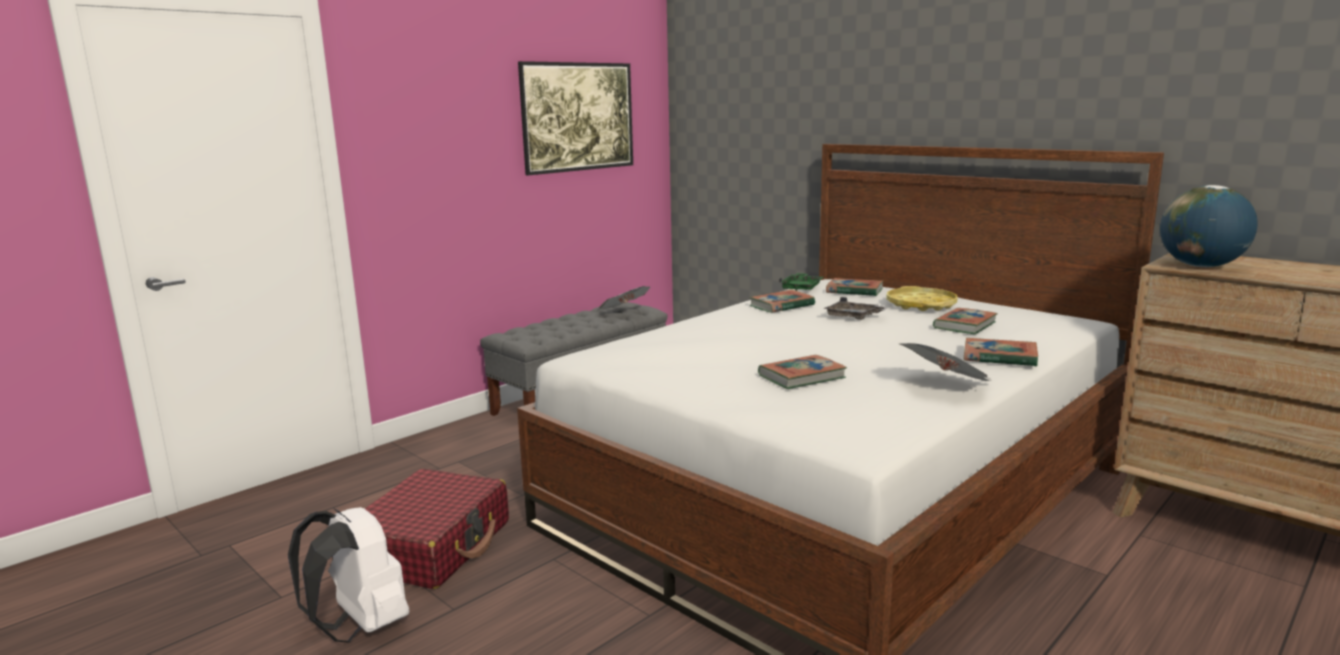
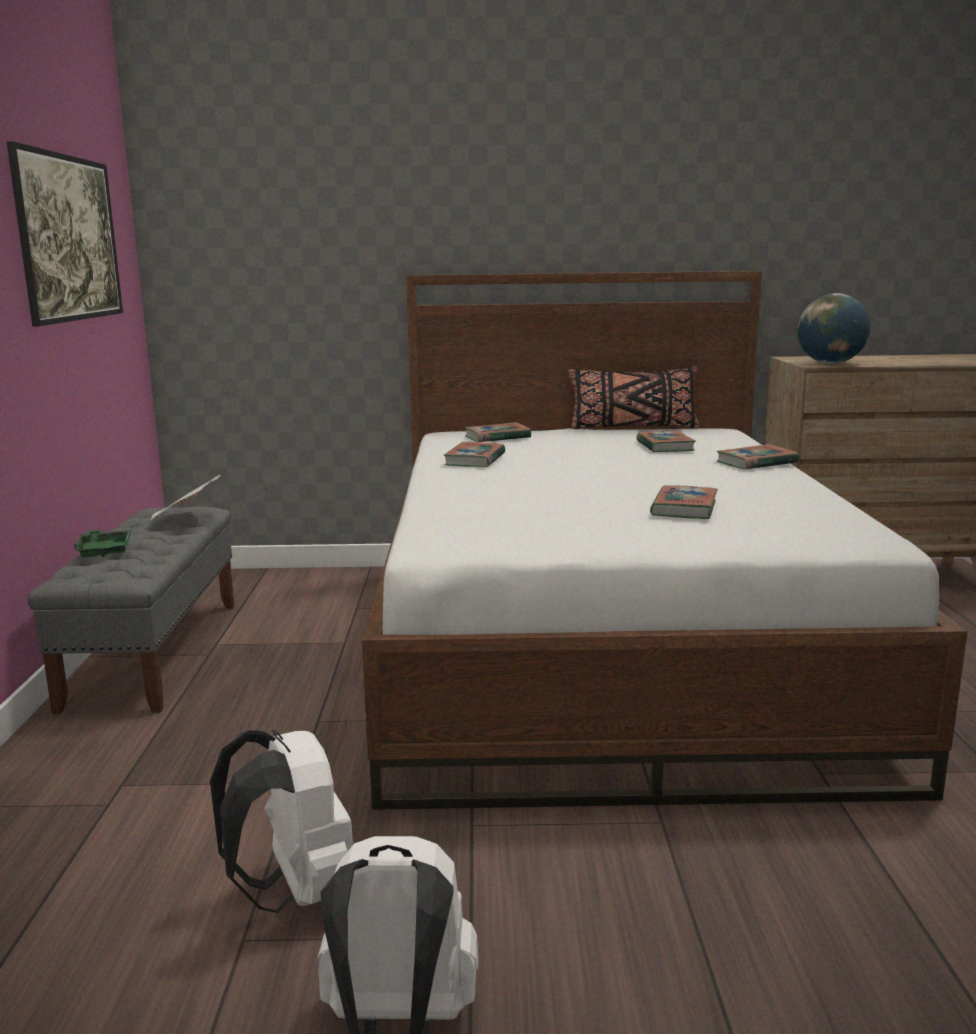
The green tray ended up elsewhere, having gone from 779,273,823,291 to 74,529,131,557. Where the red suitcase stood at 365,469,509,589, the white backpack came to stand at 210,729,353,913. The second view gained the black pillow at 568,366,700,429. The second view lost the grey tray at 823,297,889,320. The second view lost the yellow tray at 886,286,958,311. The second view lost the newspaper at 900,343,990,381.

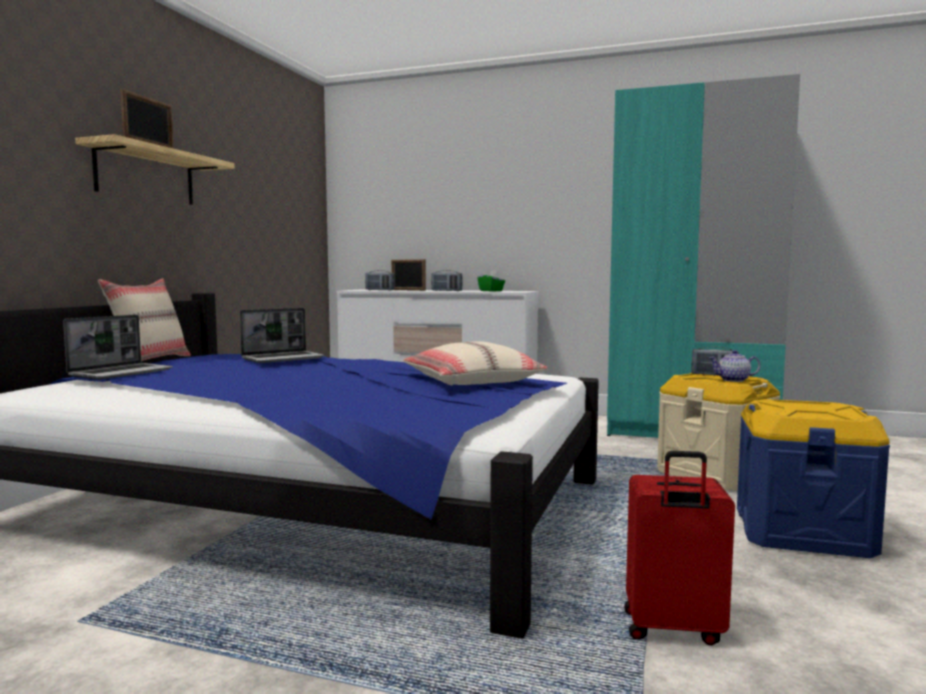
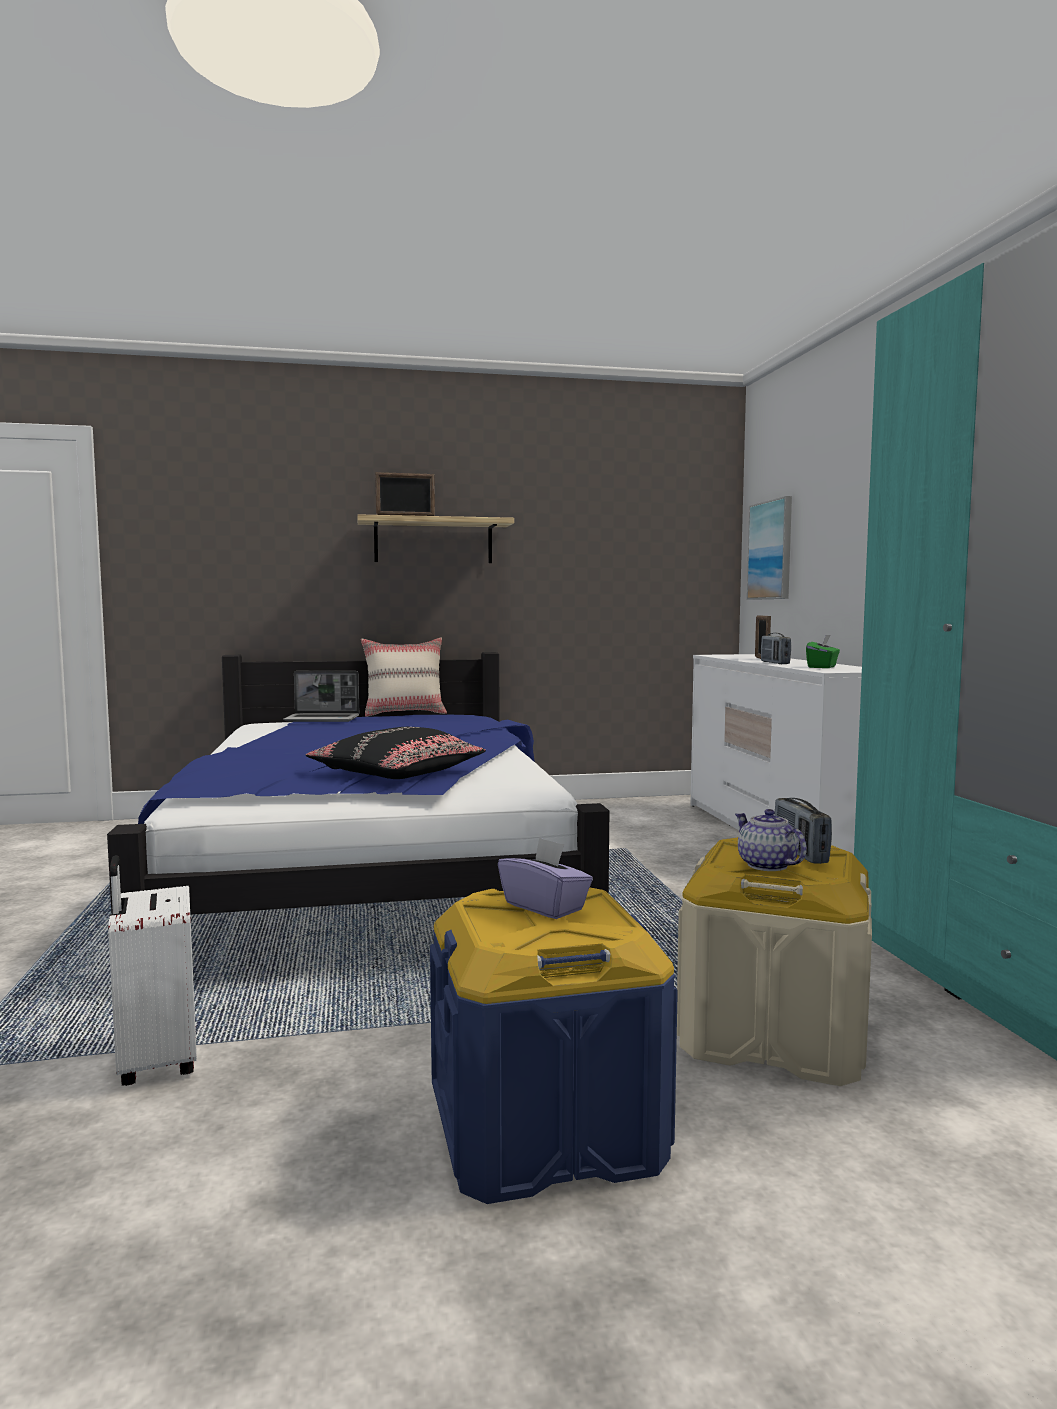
What was the red suitcase at 624,451,735,646 turned into the white suitcase at 108,855,197,1086. What was the beige pillow at 403,341,548,386 turned into the black pillow at 306,727,486,779. The second view gained the purple tissue box at 498,837,593,919. The second view gained the picture at 747,496,792,600. The second view lost the laptop at 240,308,325,363. The second view lost the radio at 365,270,395,291.

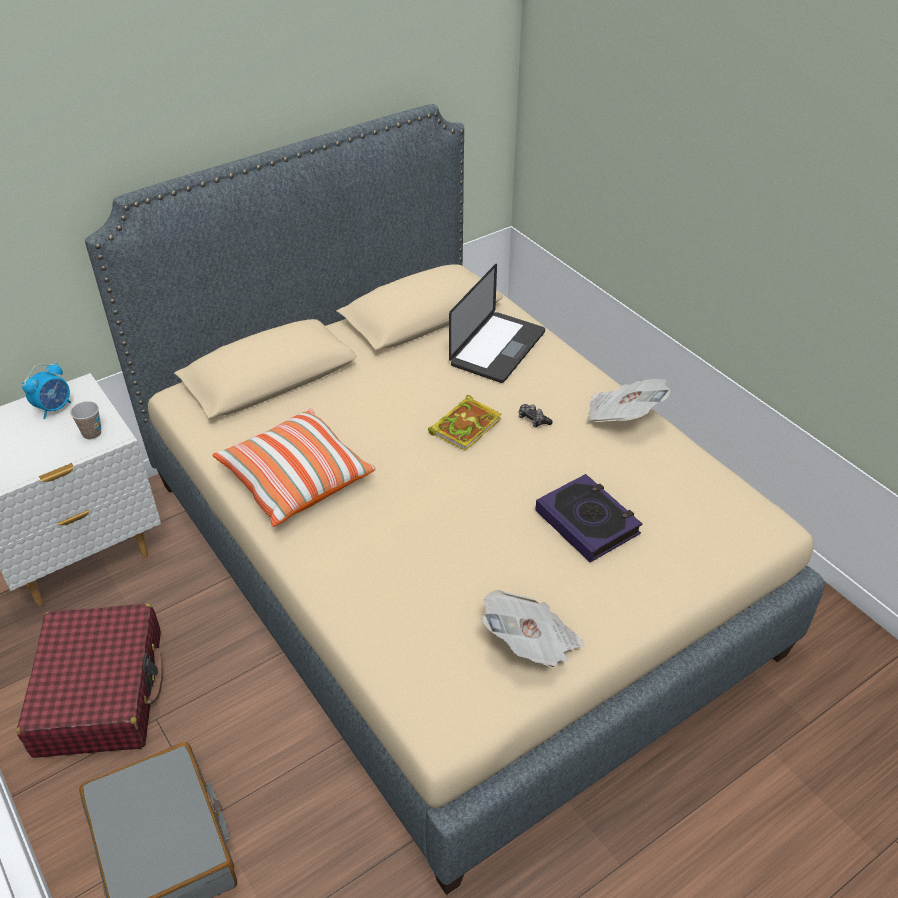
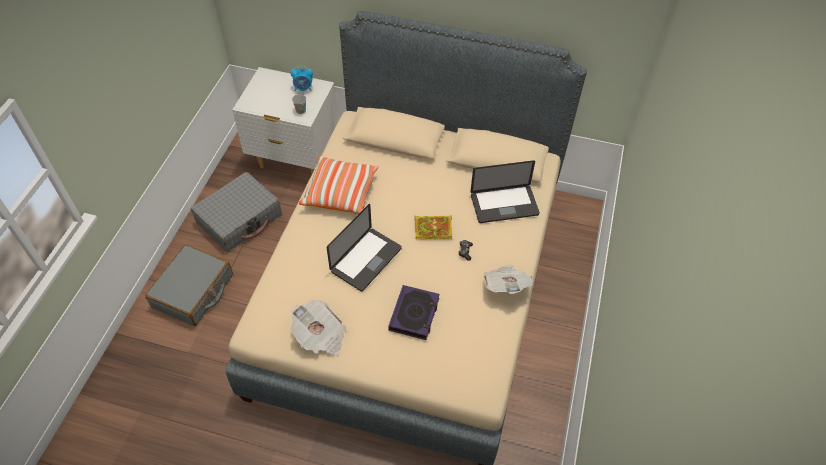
What was the red suitcase at 17,603,163,758 turned into the grey suitcase at 191,172,282,252. The second view gained the laptop at 327,204,402,291.

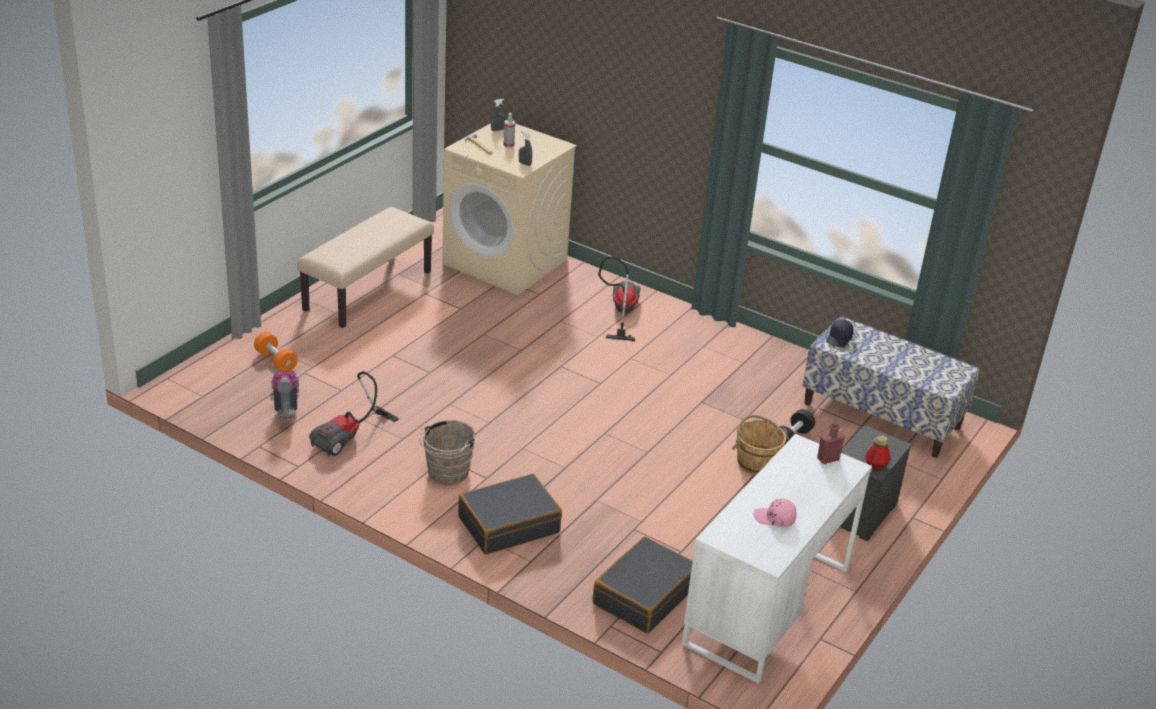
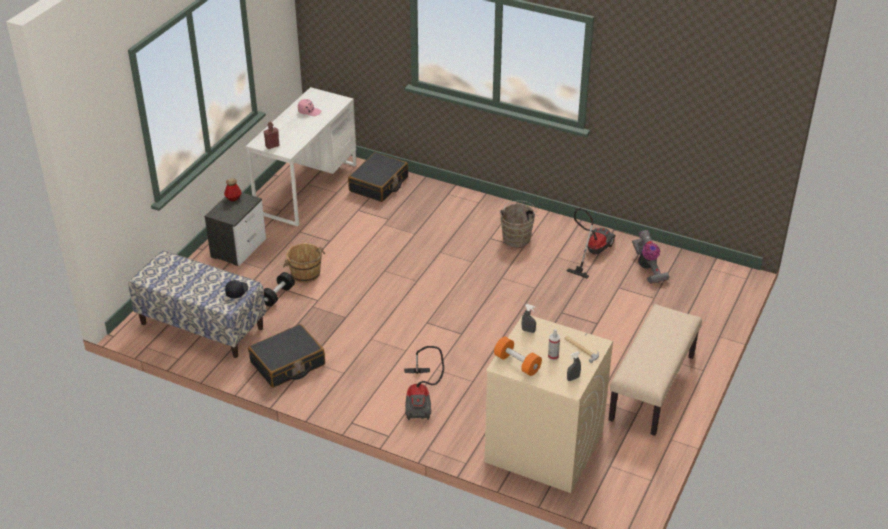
The black suitcase ended up elsewhere, having gone from 458,474,562,554 to 248,324,325,388. The orange dumbbell ended up elsewhere, having gone from 254,332,298,372 to 494,337,542,376.

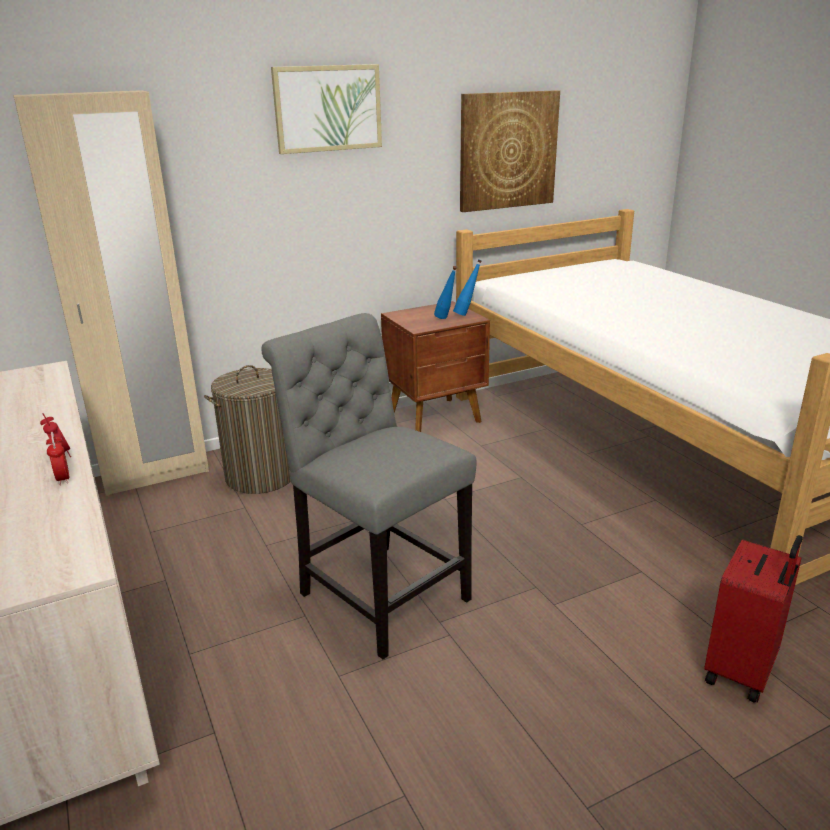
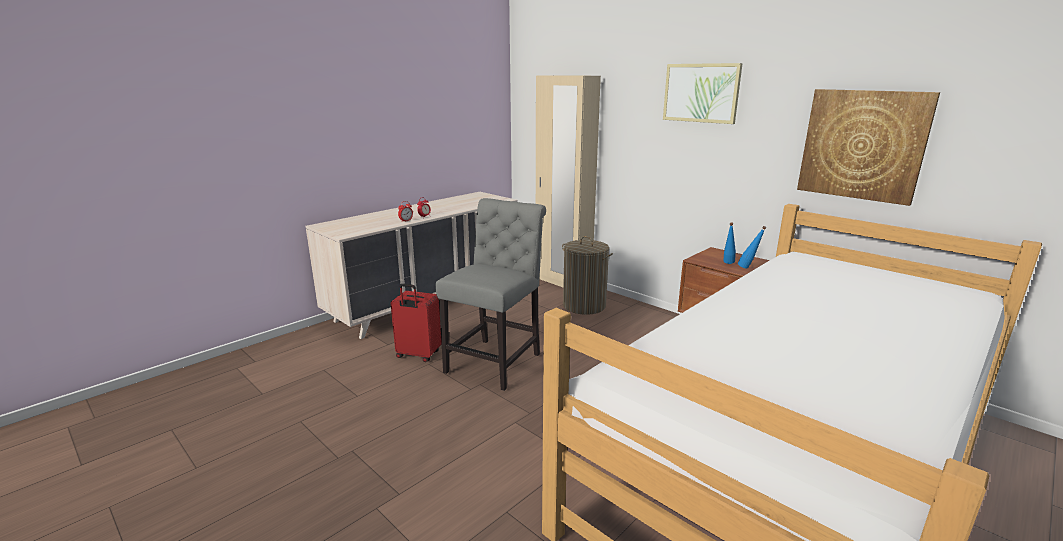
The red suitcase ended up elsewhere, having gone from 705,535,803,703 to 391,284,442,362.

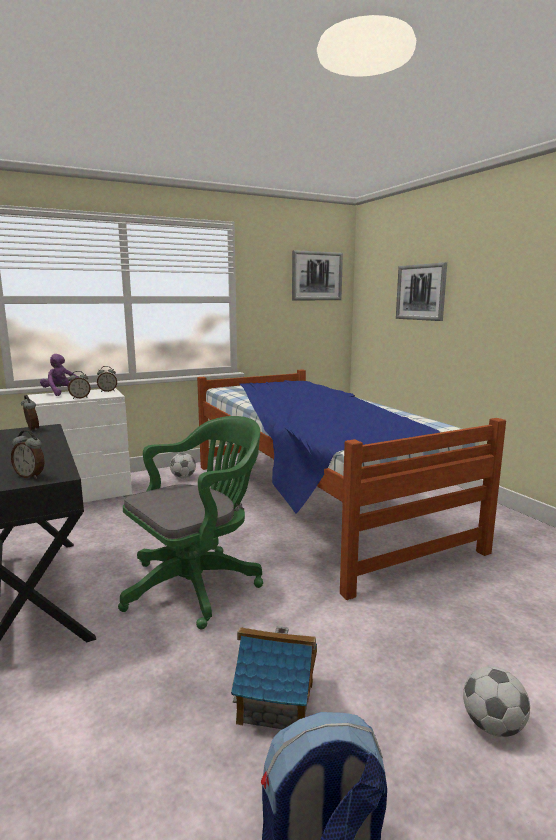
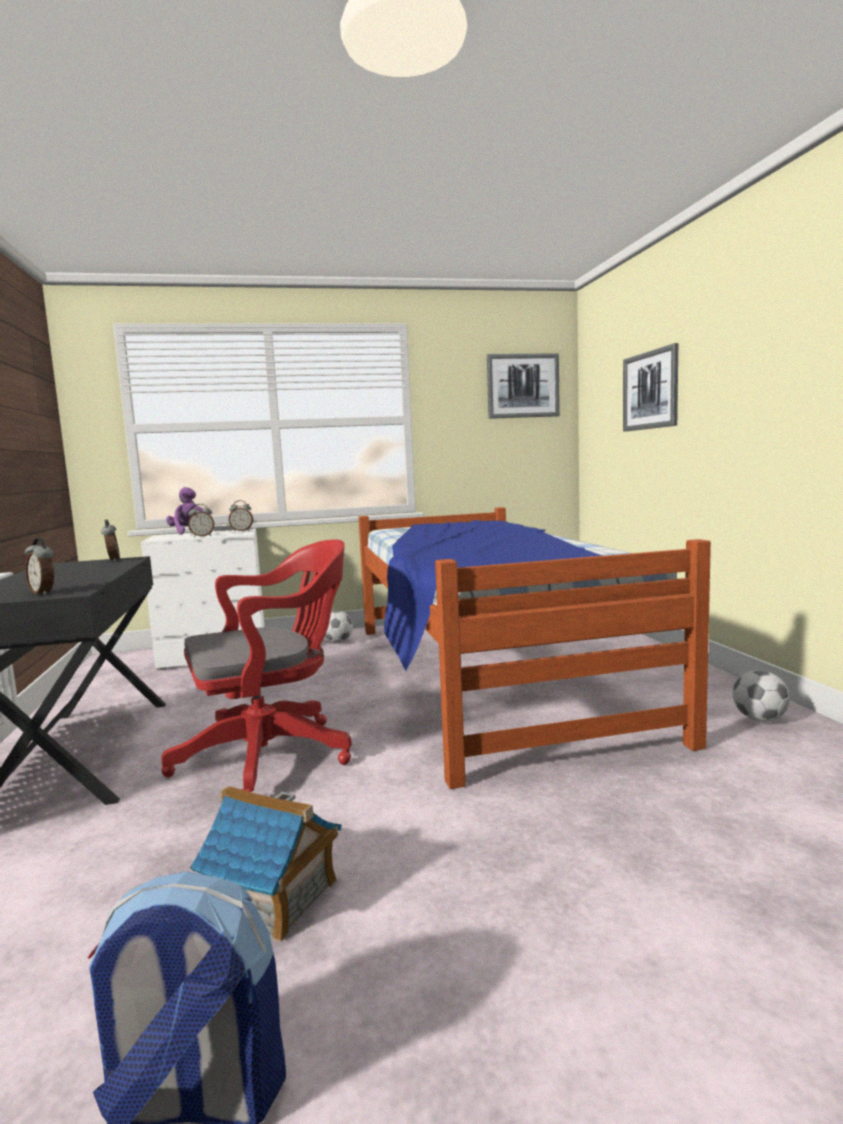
What was the green office chair at 118,416,263,629 turned into the red office chair at 161,539,352,792. The football ended up elsewhere, having gone from 463,666,530,737 to 733,670,790,722.

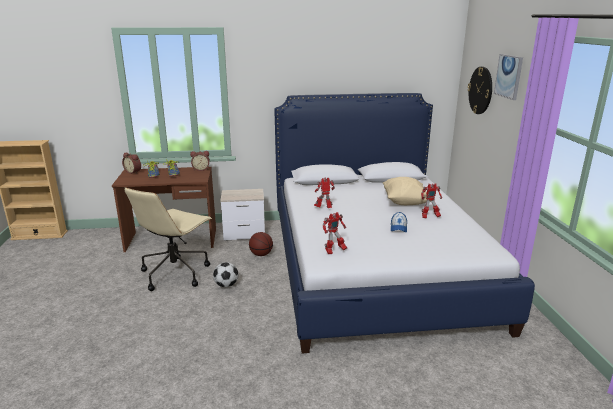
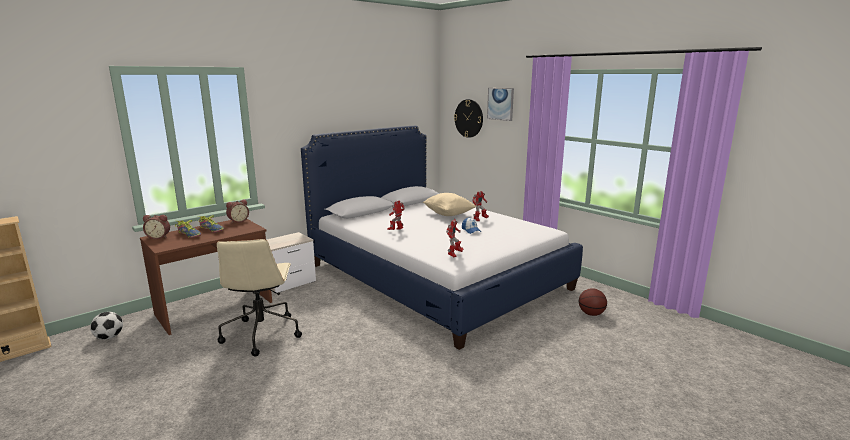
The football ended up elsewhere, having gone from 213,262,238,288 to 90,312,123,340. The basketball ended up elsewhere, having gone from 249,232,273,256 to 579,288,607,316.

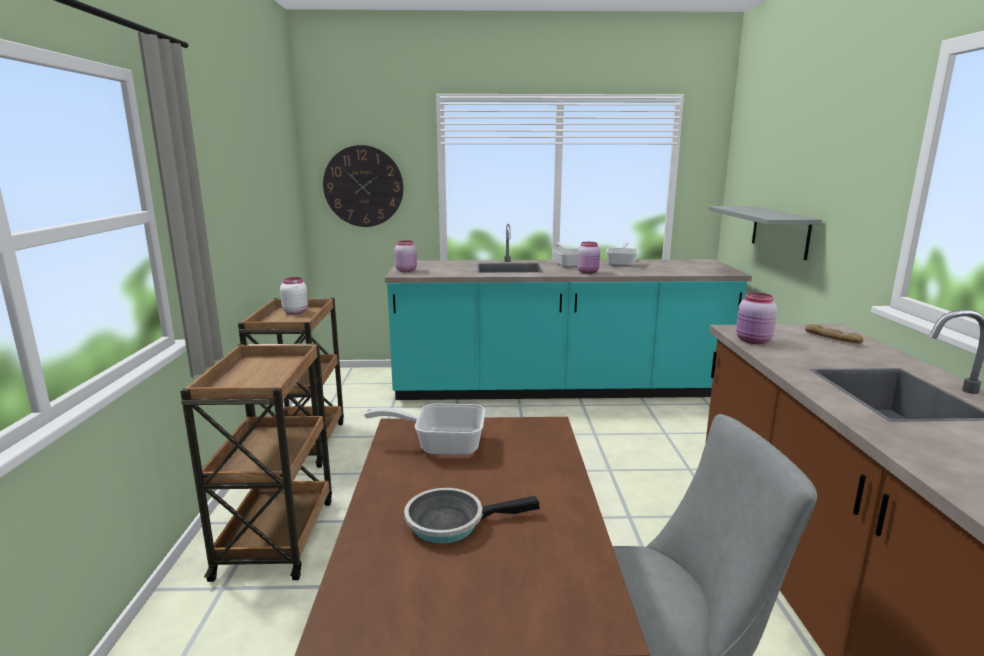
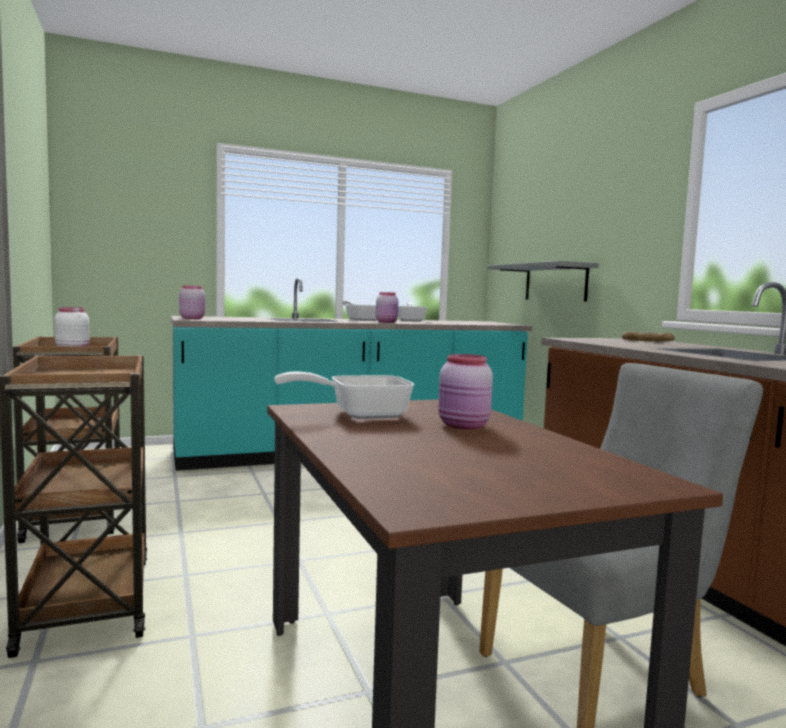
The pink jar ended up elsewhere, having gone from 736,292,777,344 to 438,354,493,429. The second view lost the wall clock at 323,145,404,227. The second view lost the frying pan at 404,488,540,544.

